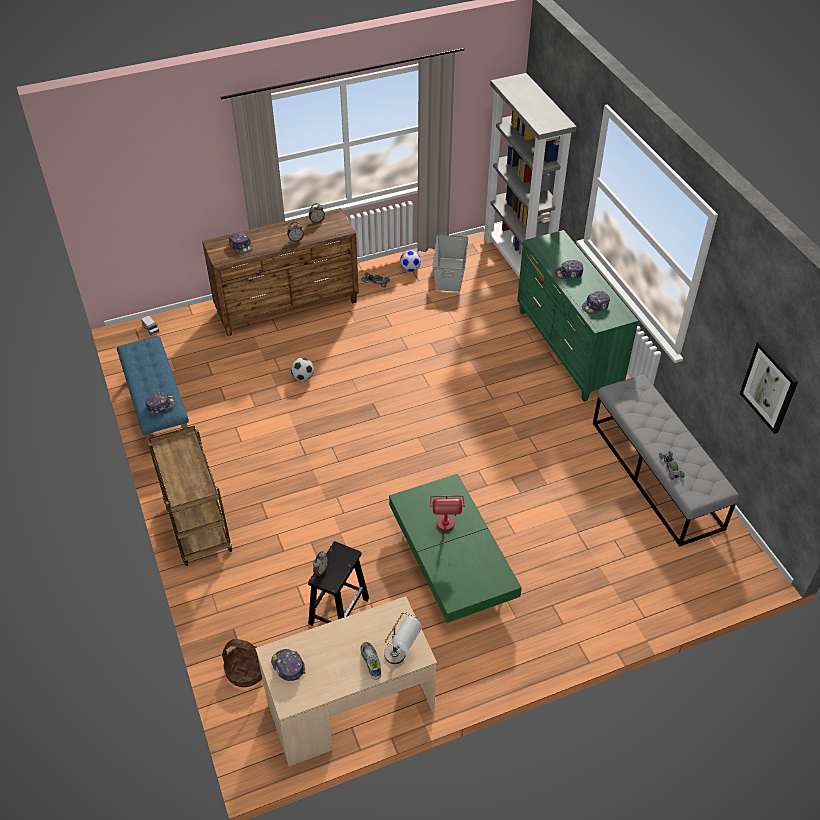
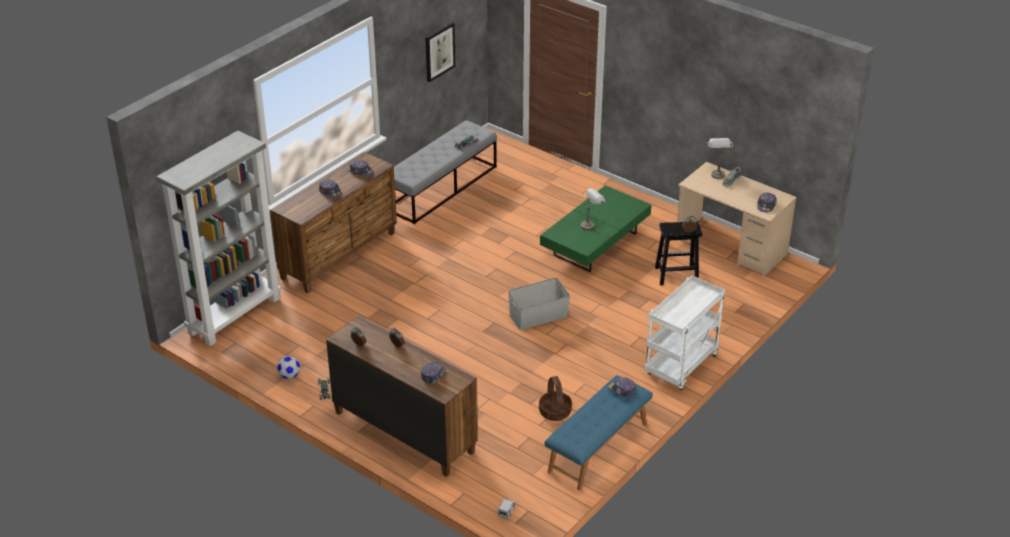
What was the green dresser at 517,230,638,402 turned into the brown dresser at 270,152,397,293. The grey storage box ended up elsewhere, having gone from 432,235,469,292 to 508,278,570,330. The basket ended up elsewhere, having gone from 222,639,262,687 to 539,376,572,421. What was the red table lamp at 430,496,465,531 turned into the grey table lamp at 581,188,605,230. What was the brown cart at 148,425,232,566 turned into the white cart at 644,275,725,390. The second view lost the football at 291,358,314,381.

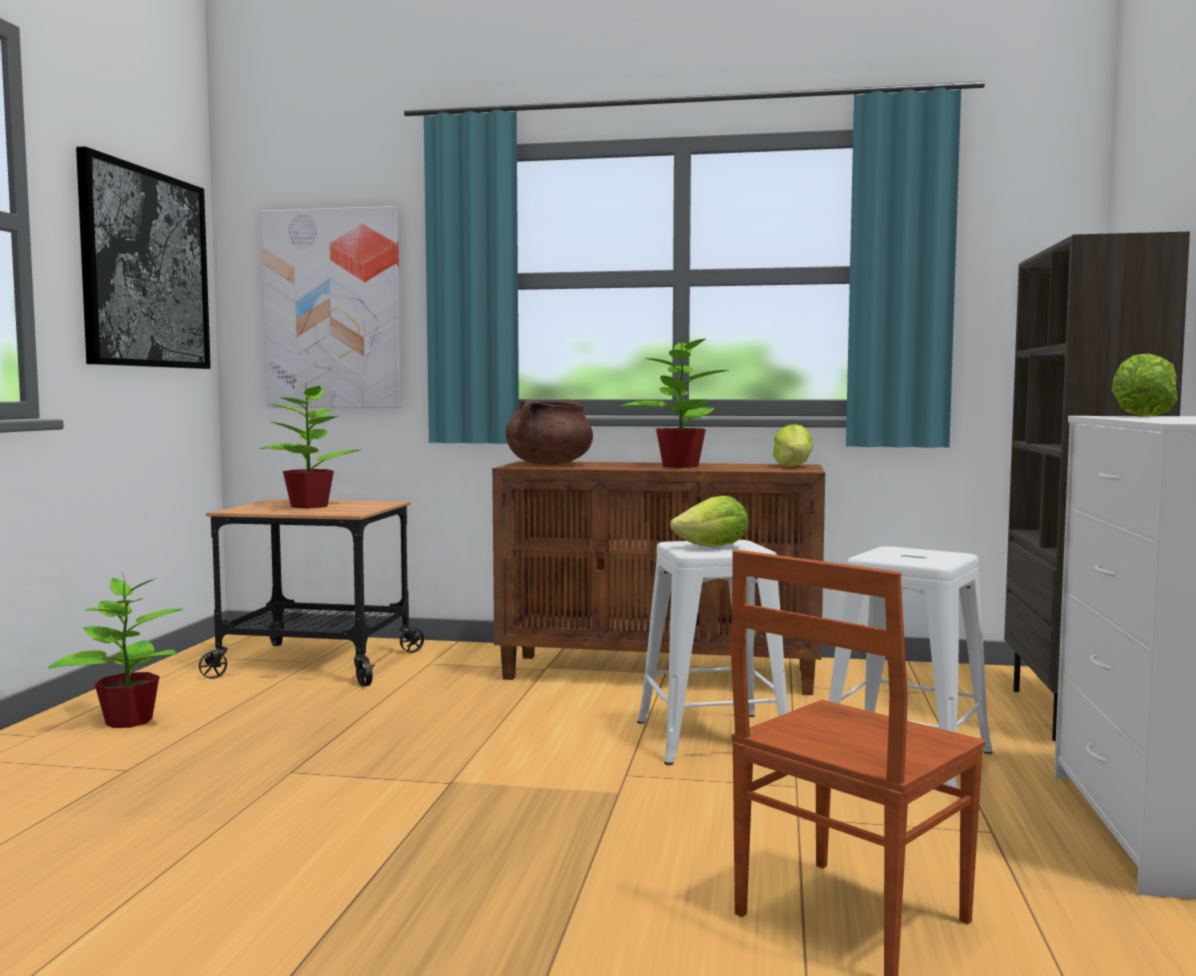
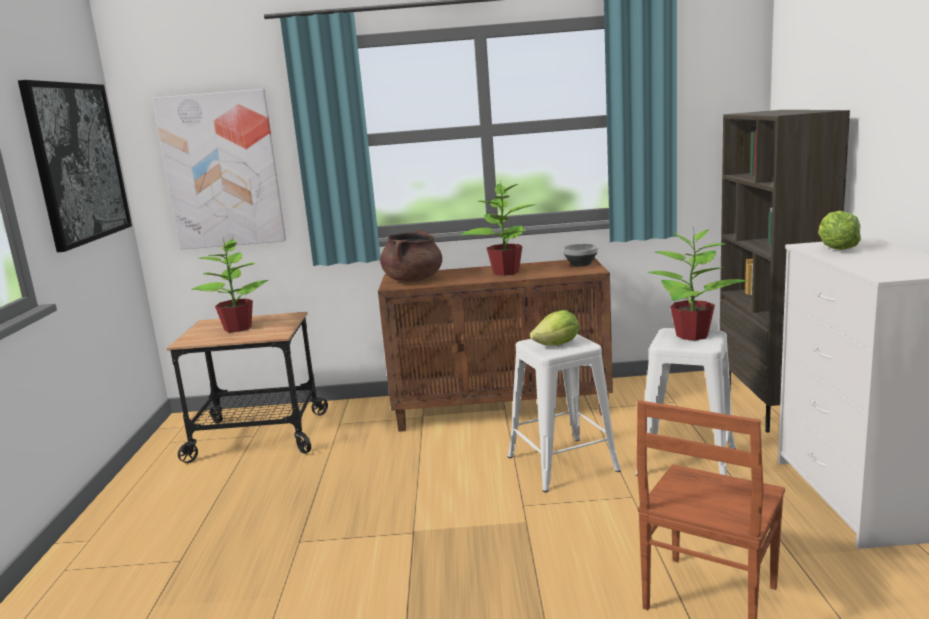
Where the lettuce stood at 773,424,813,467, the bowl came to stand at 562,244,599,266. The potted plant ended up elsewhere, having gone from 48,573,183,728 to 647,226,747,340.

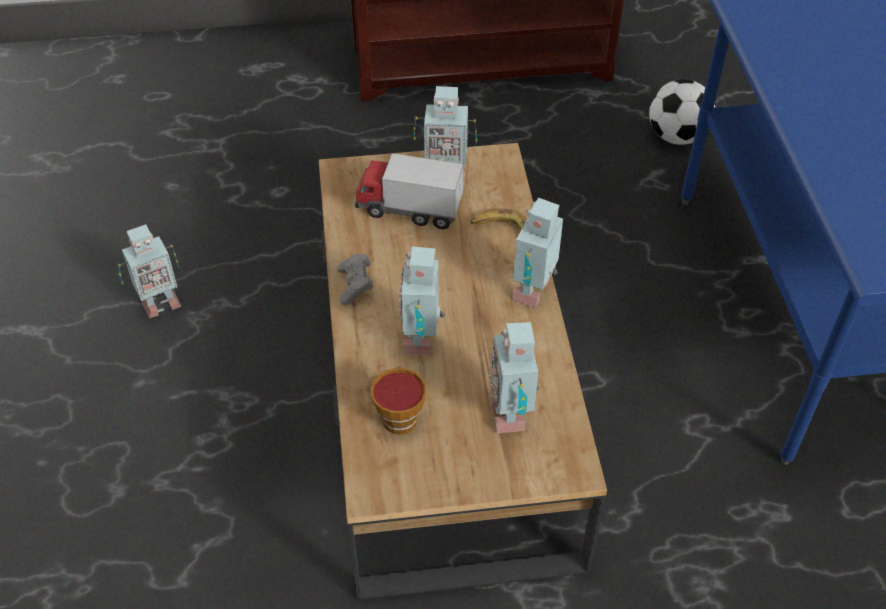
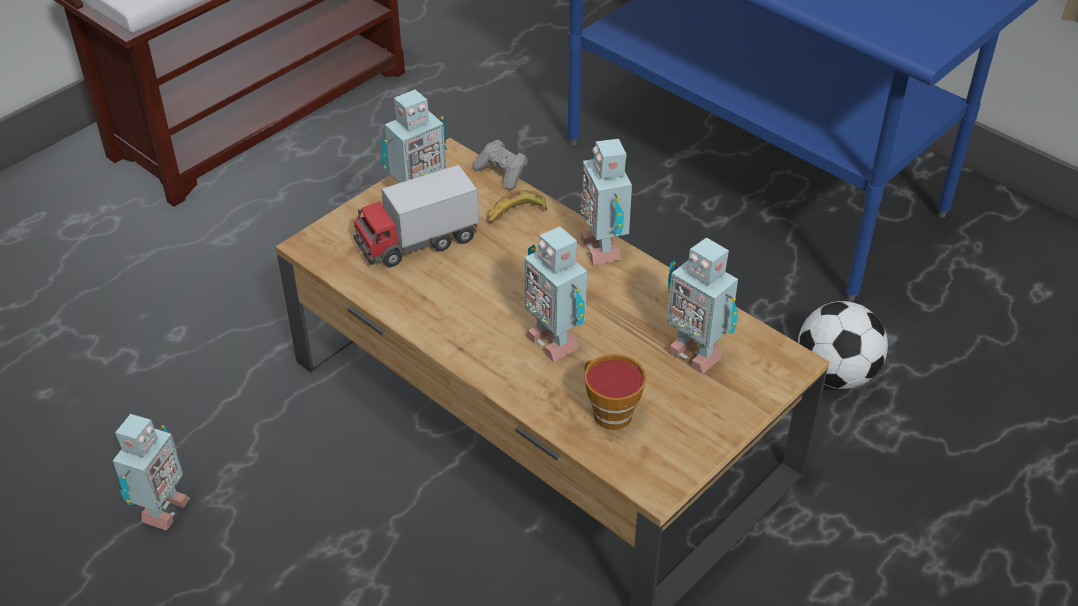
The grey game controller ended up elsewhere, having gone from 337,254,373,305 to 473,140,528,190. The football ended up elsewhere, having gone from 649,79,715,145 to 798,301,888,389.

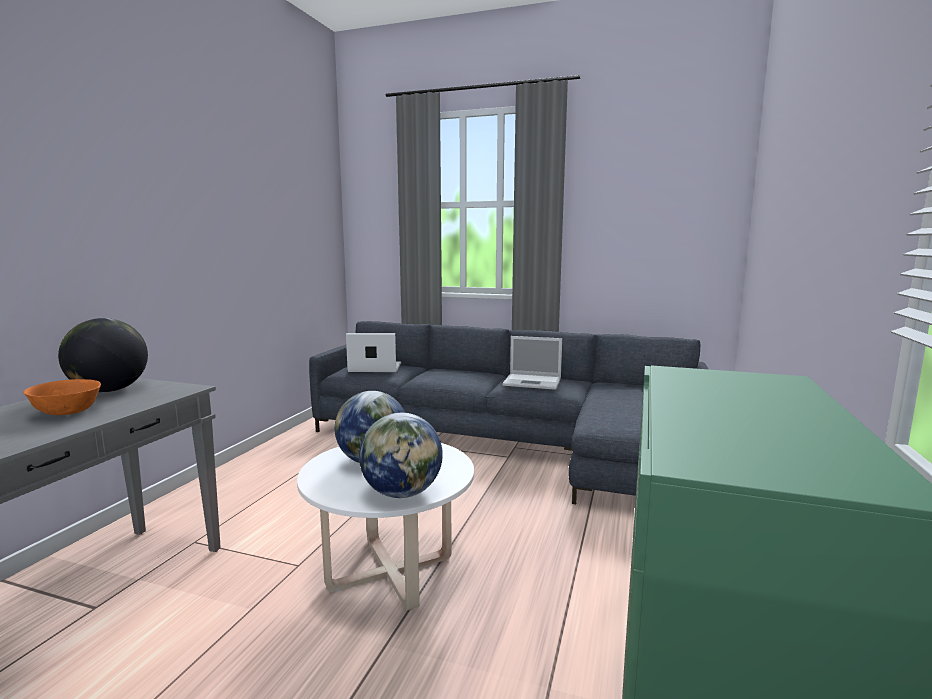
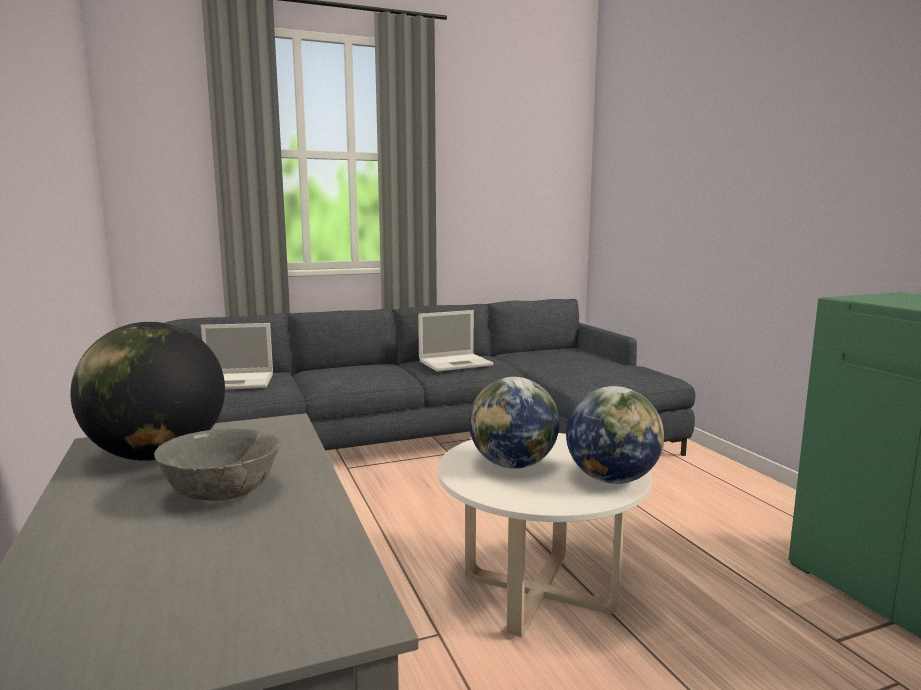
What was the orange bowl at 23,379,101,415 turned into the grey bowl at 154,428,281,501. The laptop at 346,333,401,372 ended up facing another way, 150 degrees counterclockwise from before.

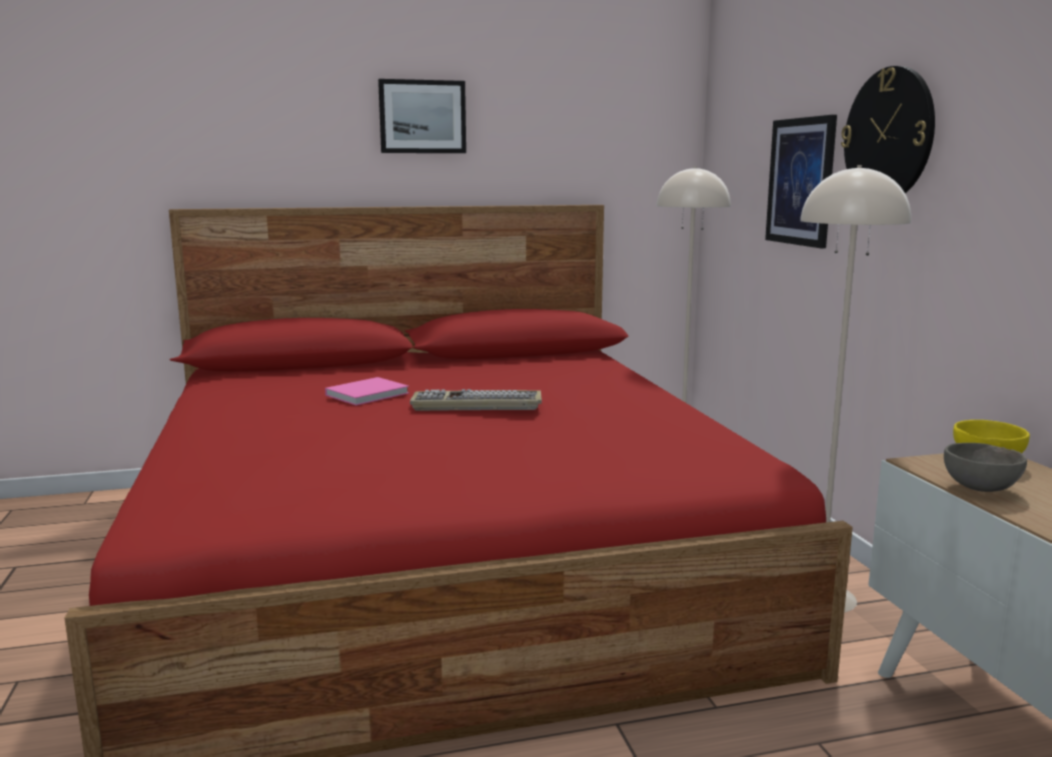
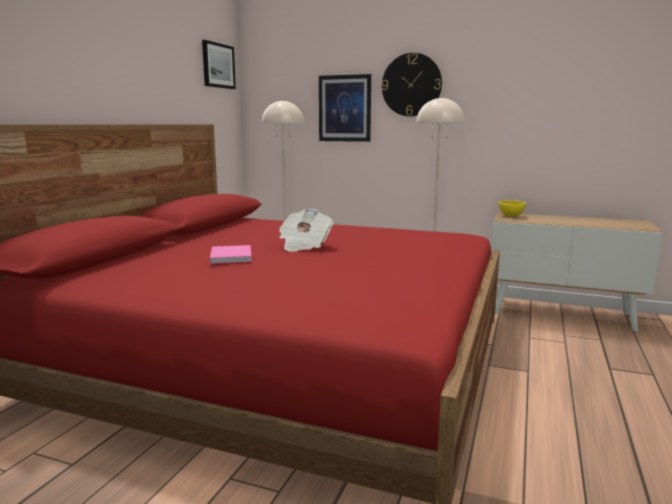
The picture ended up elsewhere, having gone from 378,79,466,153 to 202,40,236,89. Where the keyboard stood at 410,389,542,411, the newspaper came to stand at 279,209,333,252. The second view lost the grey bowl at 944,443,1027,492.

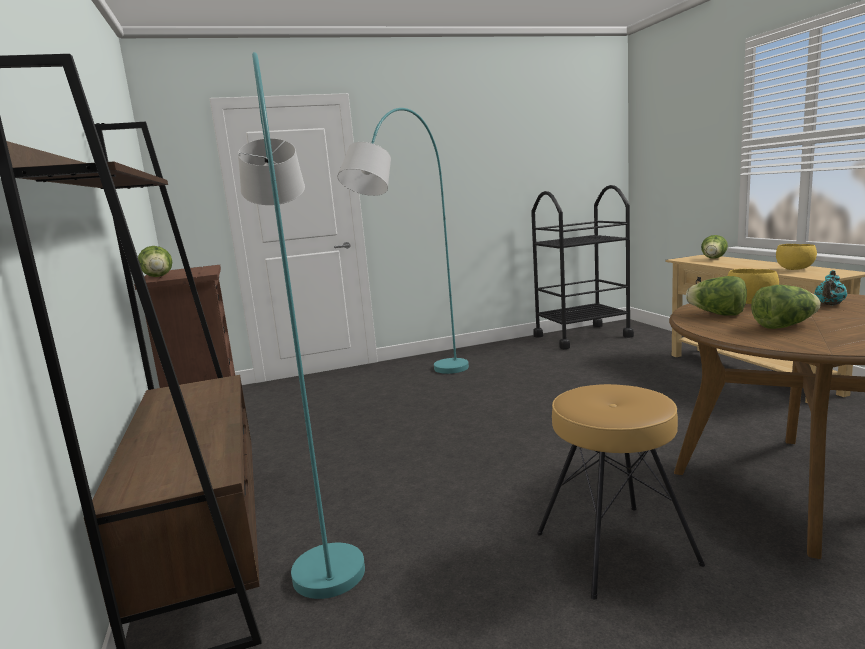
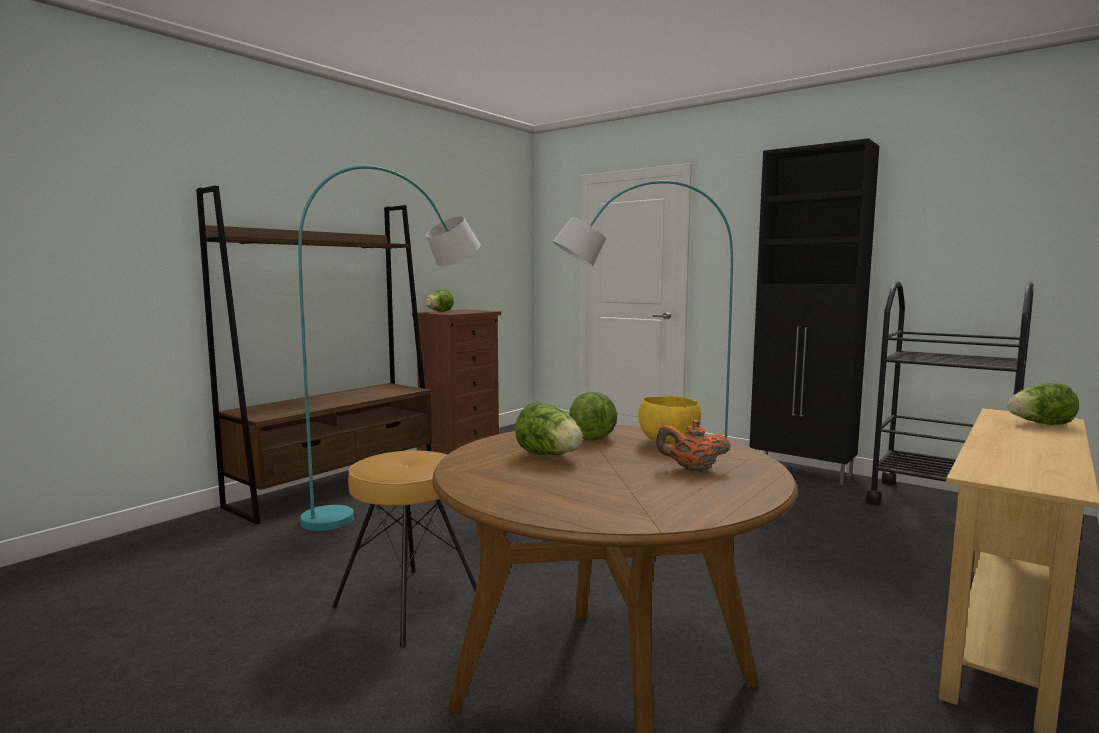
What was the turquoise teapot at 814,270,847,305 turned into the orange teapot at 656,420,731,472. The second view gained the black cabinet at 749,138,879,485. The second view lost the yellow bowl at 776,244,817,270.

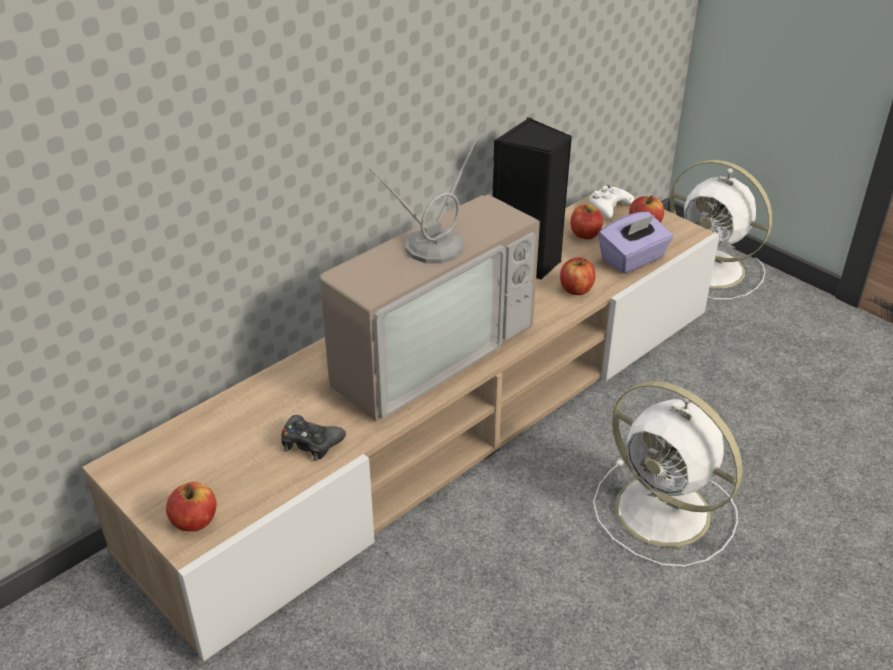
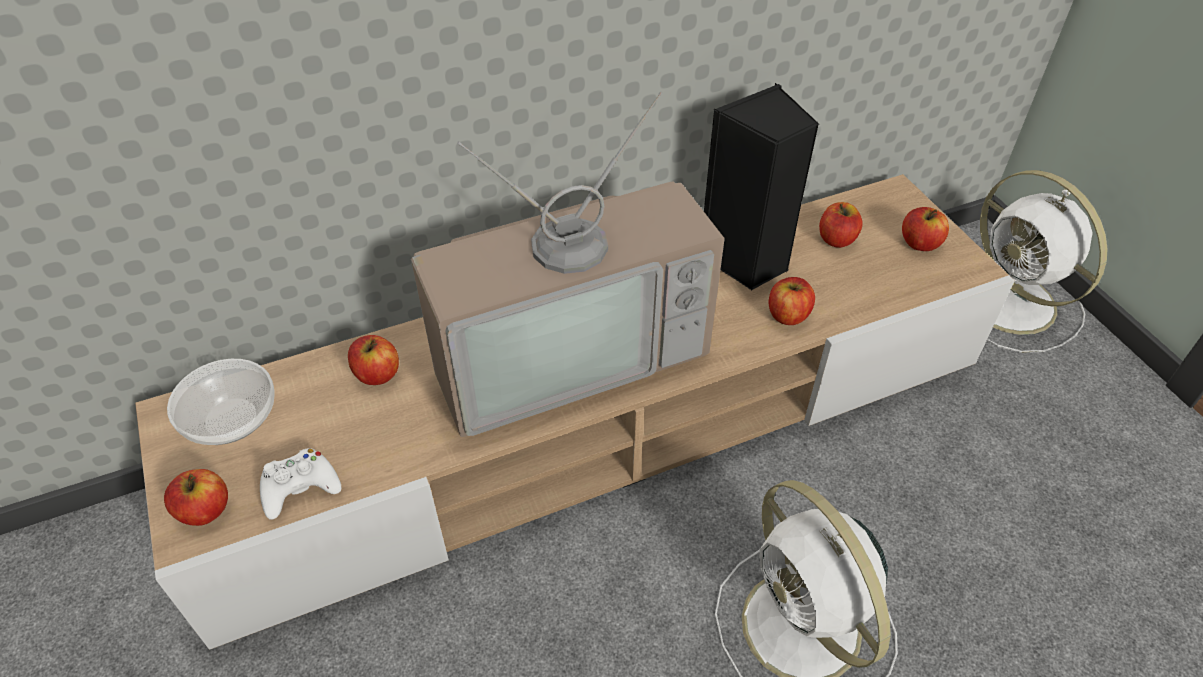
The second view gained the bowl at 167,359,275,445. The white game controller ended up elsewhere, having gone from 589,185,634,219 to 260,448,341,520. The second view gained the apple at 348,335,399,385. The second view lost the black game controller at 281,415,346,461. The second view lost the purple tissue box at 598,212,673,274.

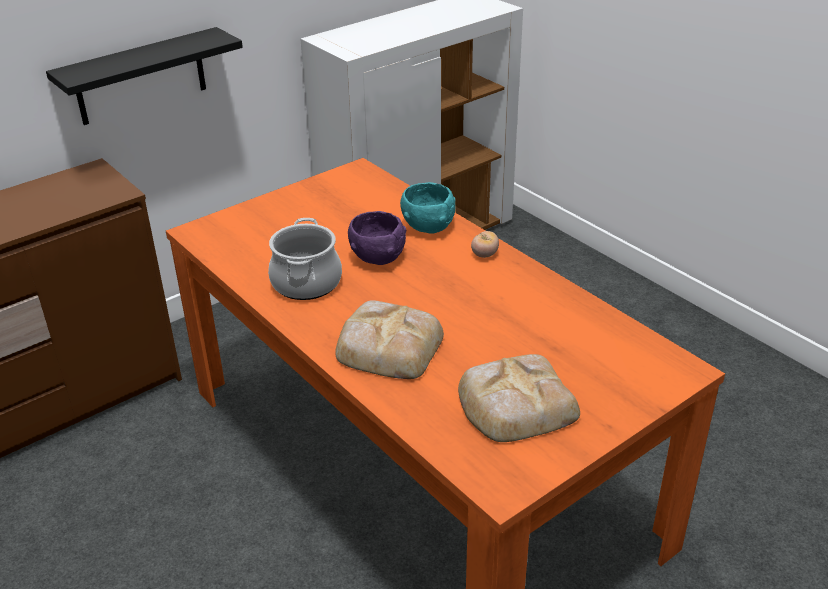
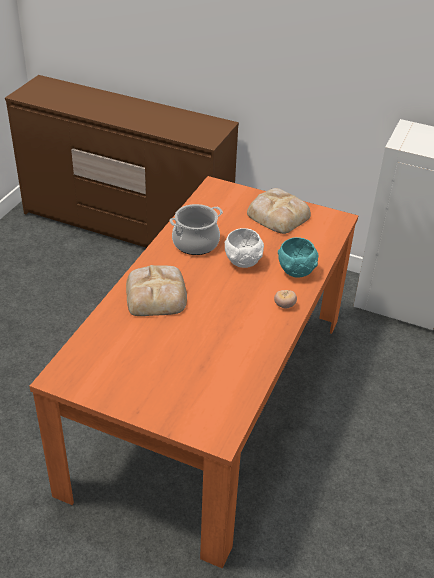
What was the purple bowl at 348,211,406,265 turned into the white bowl at 225,228,264,268. The bread ended up elsewhere, having gone from 458,354,580,442 to 247,188,311,234. The second view lost the black shelf at 46,27,243,125.

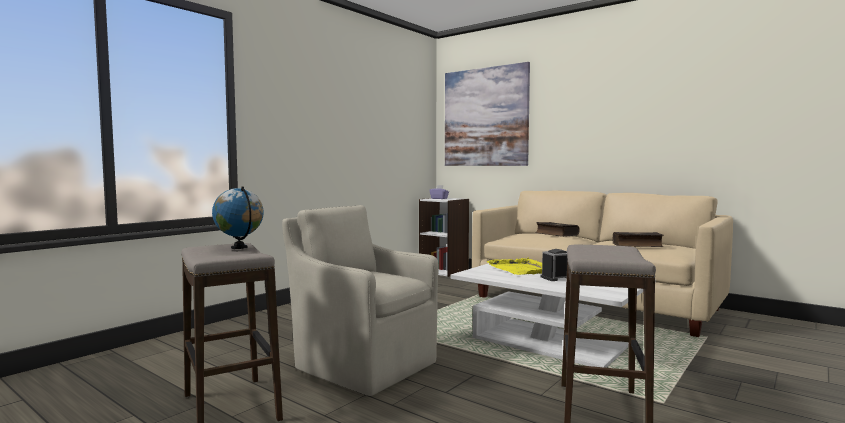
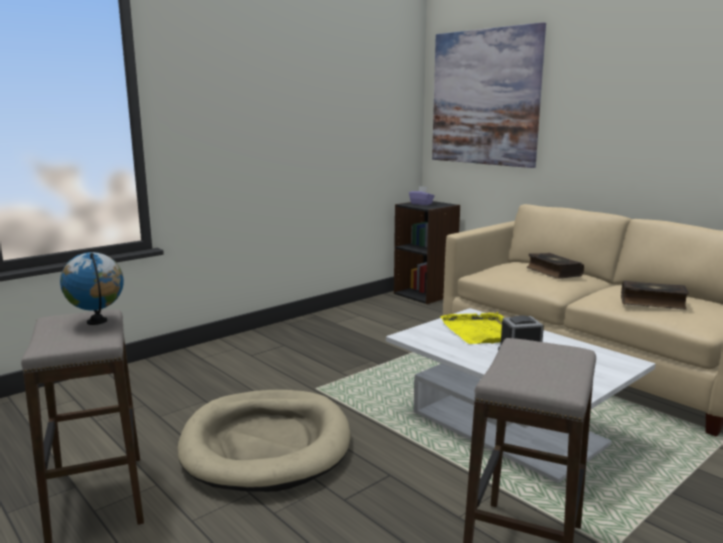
Where the beige armchair stood at 282,205,439,396, the beige dog bed came to stand at 178,390,350,492. What was the white bookcase at 419,198,469,277 turned into the black bookcase at 394,201,460,304.

